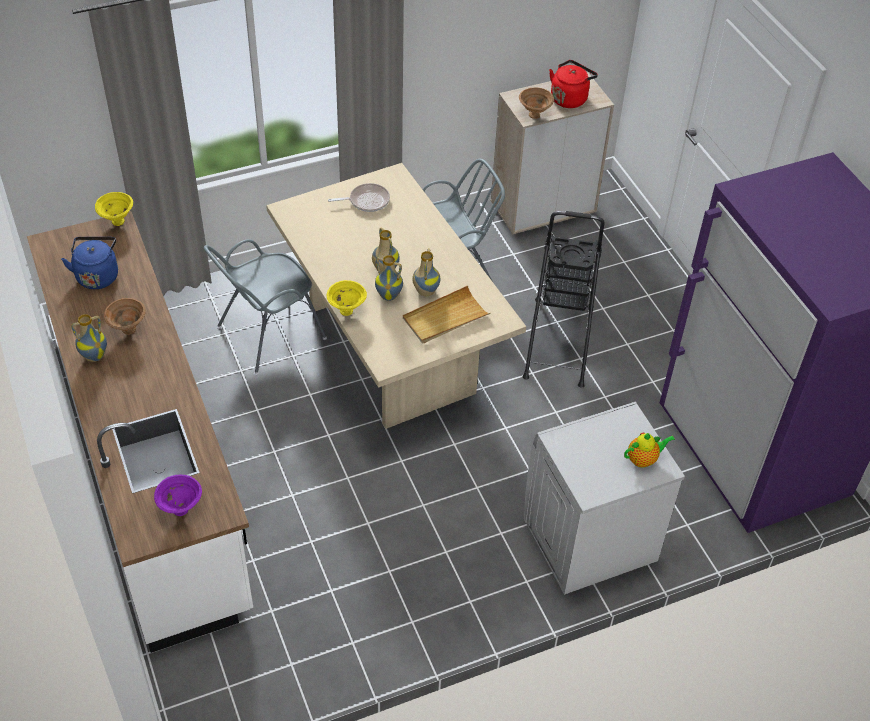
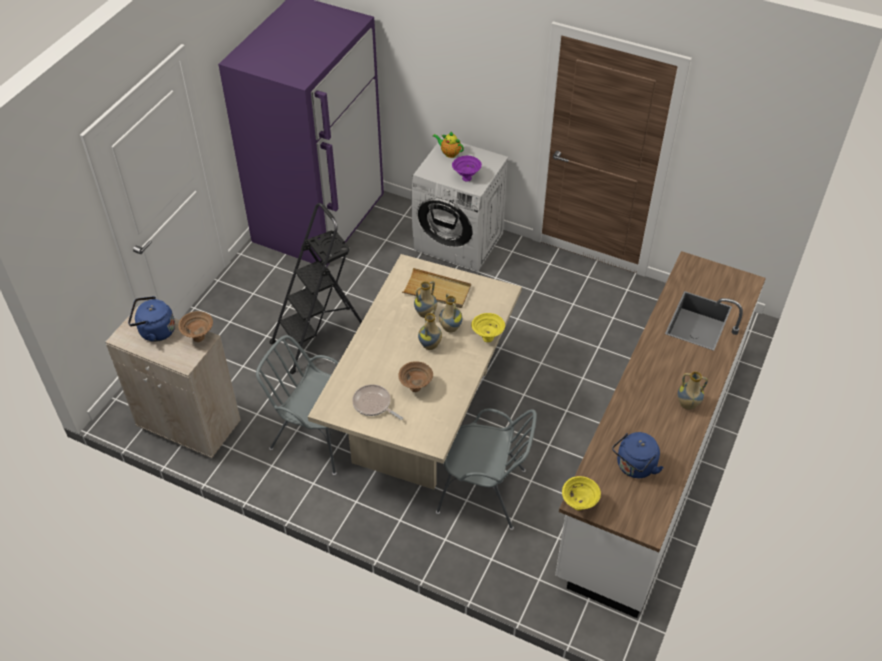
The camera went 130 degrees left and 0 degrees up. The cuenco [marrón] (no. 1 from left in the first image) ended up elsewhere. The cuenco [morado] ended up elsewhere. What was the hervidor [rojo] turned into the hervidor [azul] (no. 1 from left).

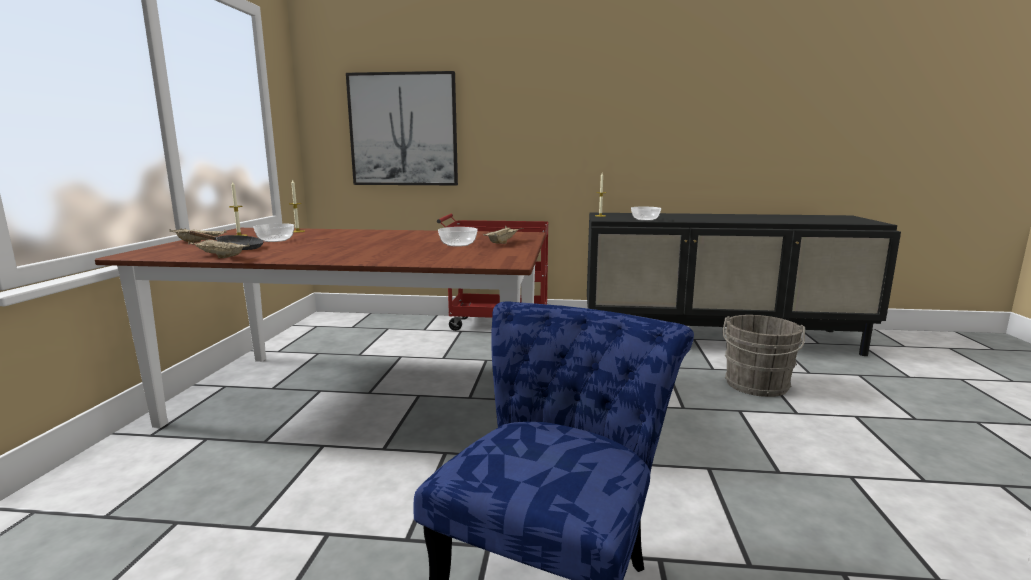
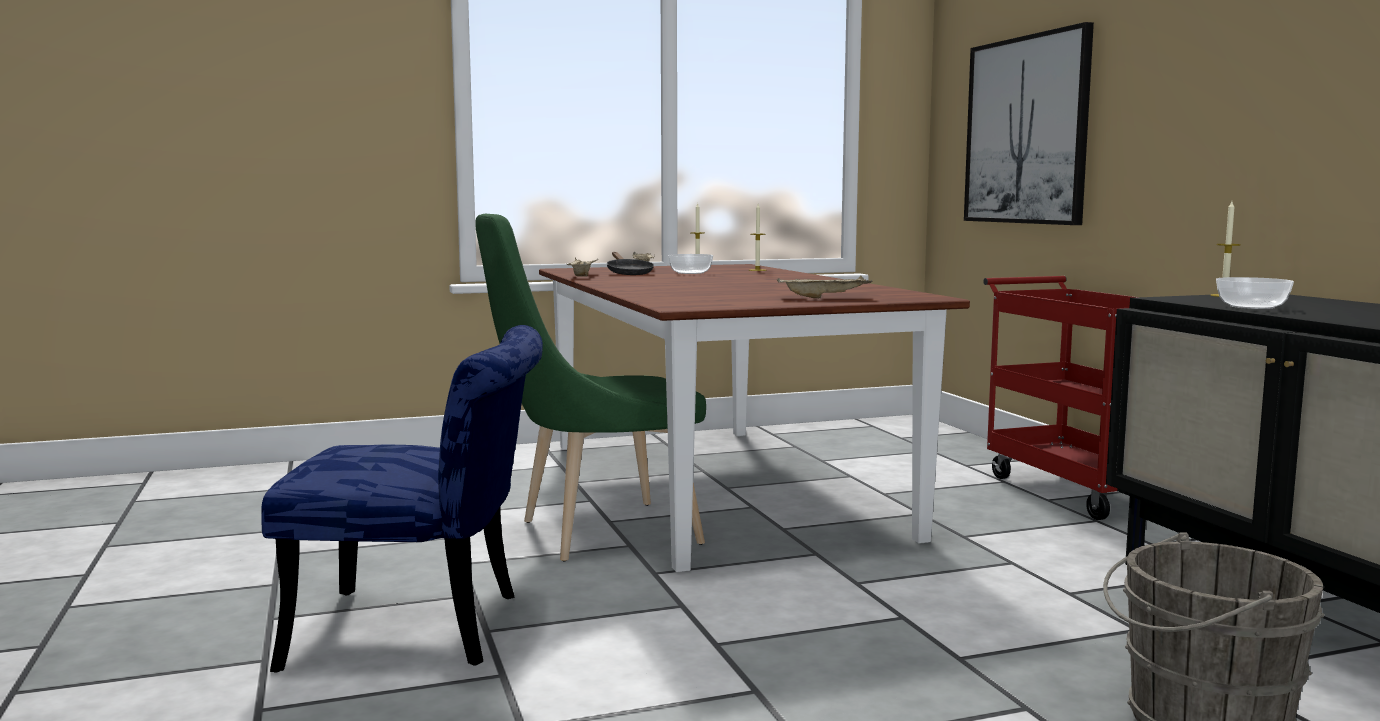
The camera went 65 degrees right and 5 degrees down. The second view lost the cuenco (no. 2 from left). The second view gained the silla [verde].

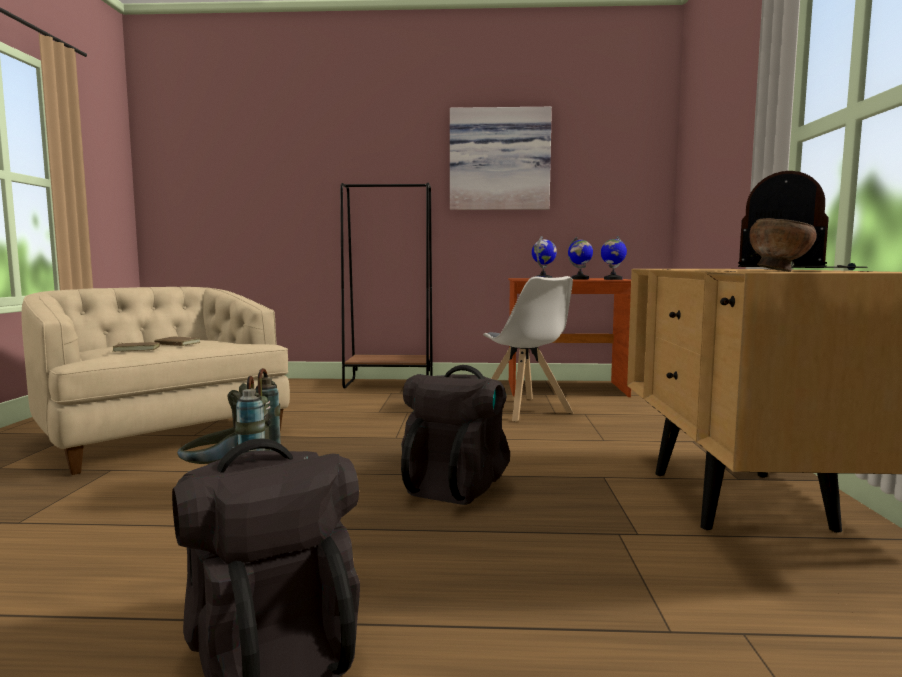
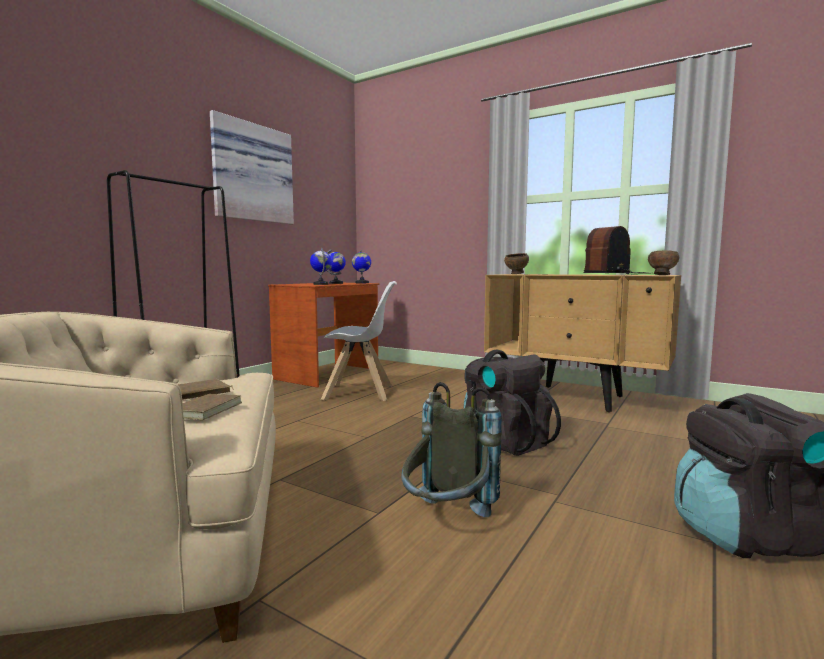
The camera went 60 degrees left and 0 degrees up. The second view gained the cuenco [marrón] (no. 1 from left).

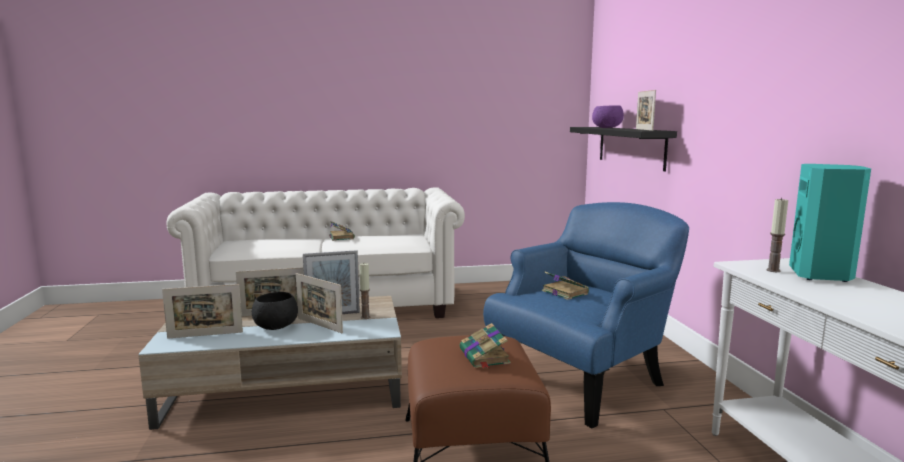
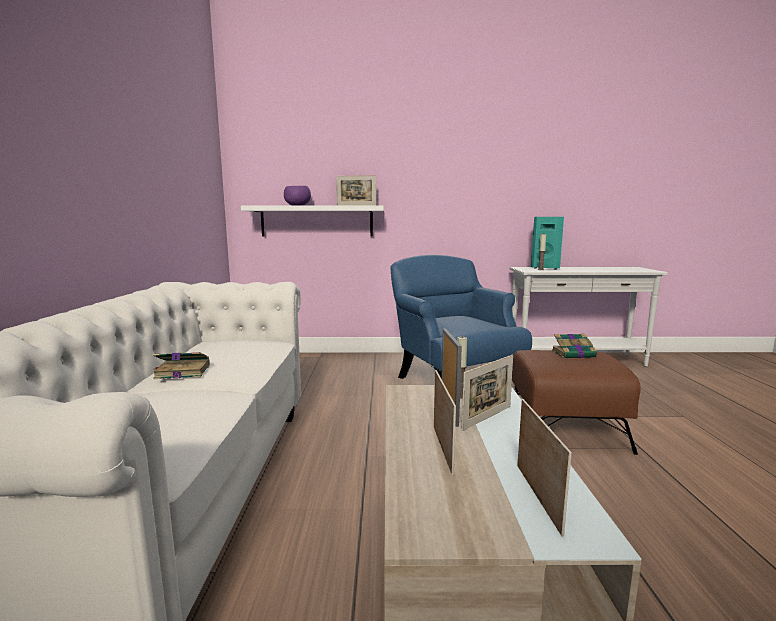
The camera went 80 degrees left and 0 degrees up. The second view lost the cuenco [negro]. The second view lost the libro (no. 3 from left). What was the estante [negro] turned into the estante [blanco].

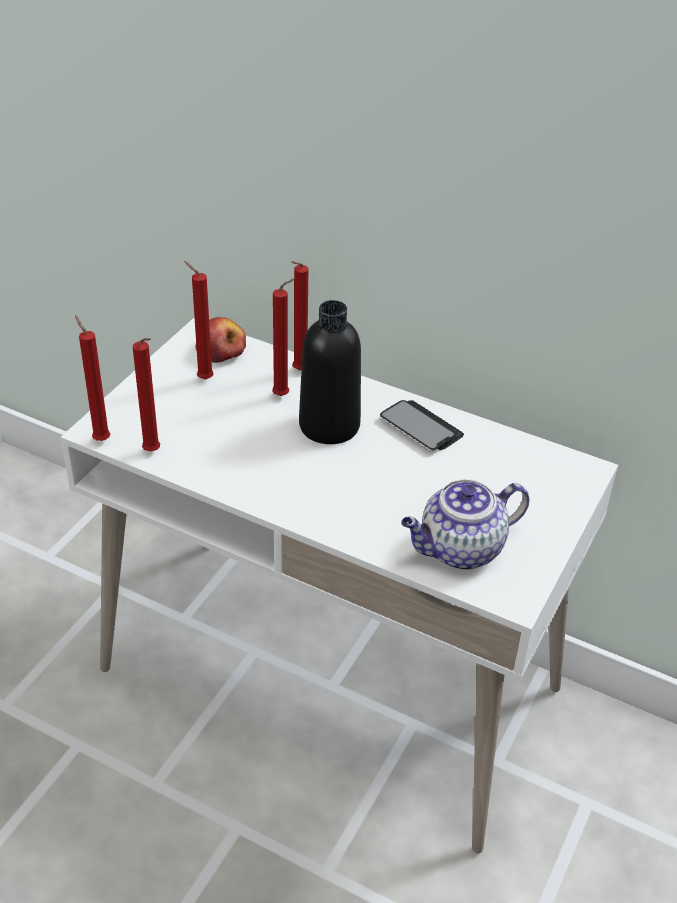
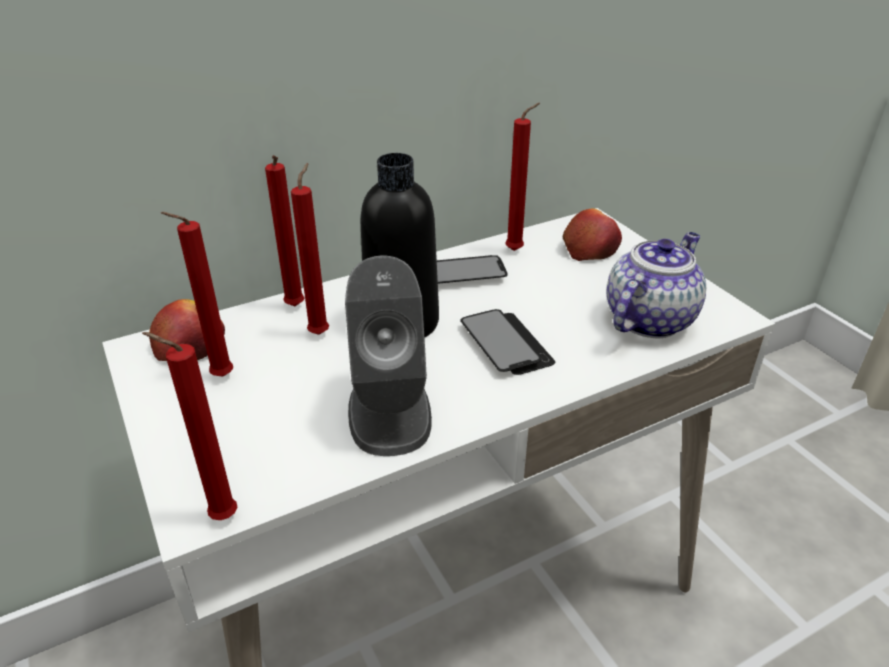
The camera went 55 degrees left and 5 degrees down. The second view gained the altavoz [gris]. The second view gained the móvil (no. 2 from left). The second view gained the manzana (no. 2 from left). The vela [rojo] (no. 2 from left in the first image) ended up elsewhere. The tetera ended up facing another way, 150 degrees counterclockwise from before.

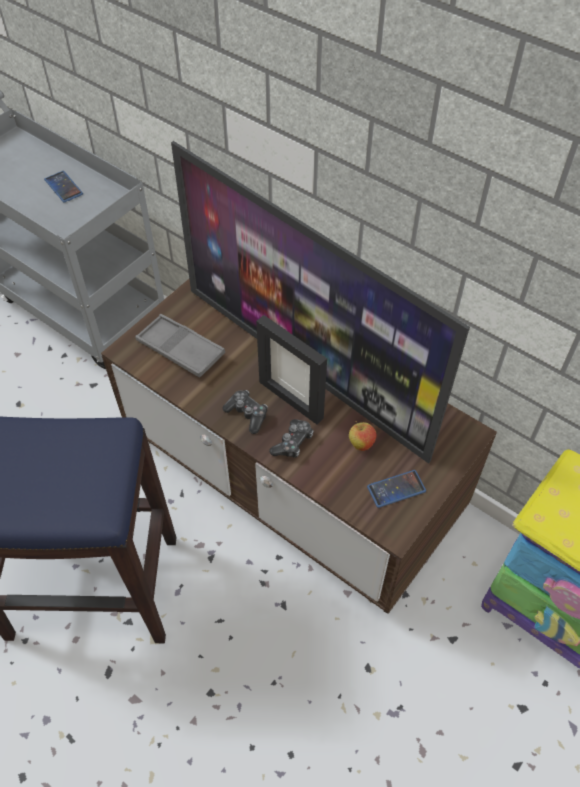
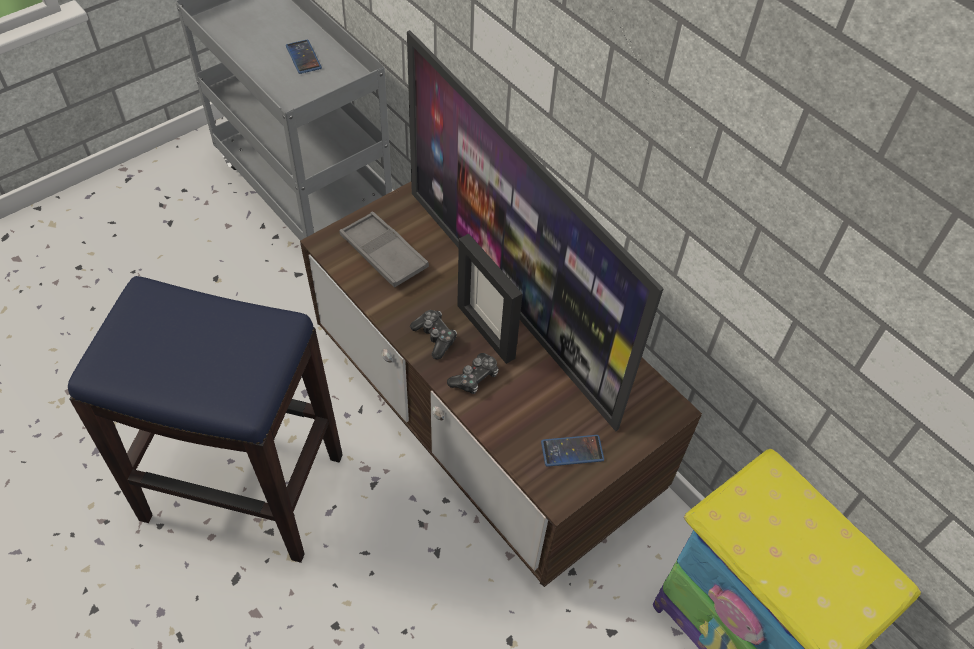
The camera went 10 degrees right and 0 degrees up. The second view lost the manzana.

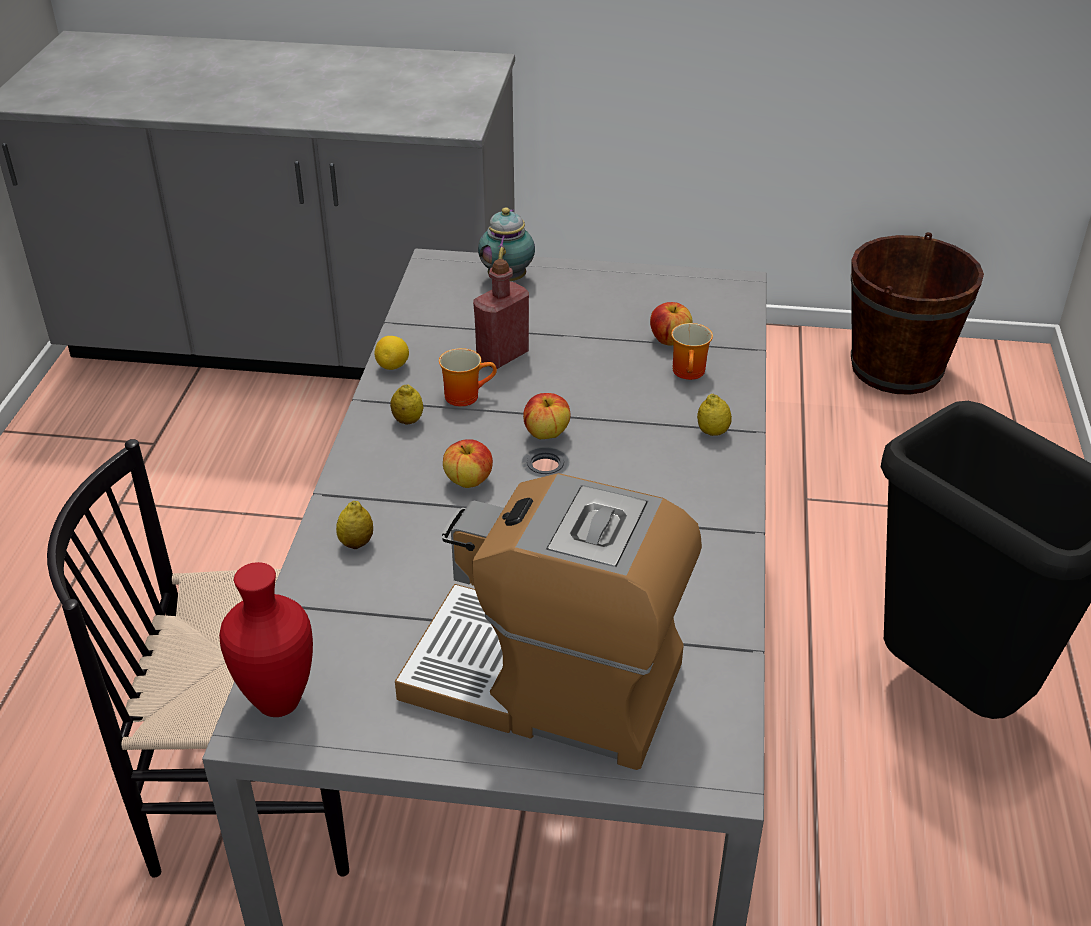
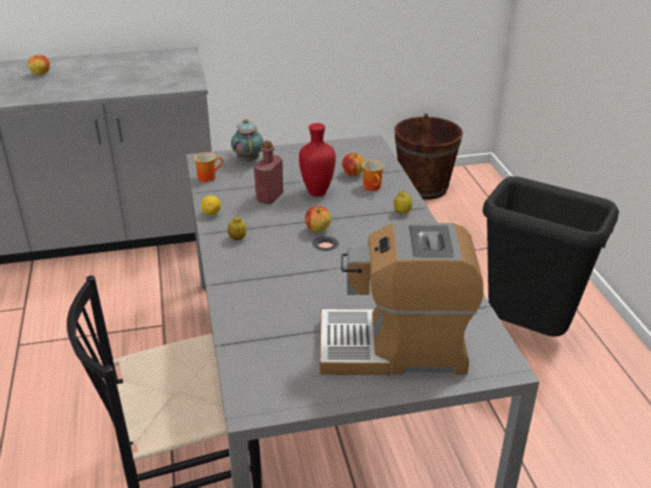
The camera went 20 degrees left and 5 degrees down. The second view lost the limón (no. 1 from left). The florero [rojo] ended up elsewhere. The taza grande (no. 1 from left) ended up elsewhere. The manzana (no. 1 from left) ended up elsewhere.

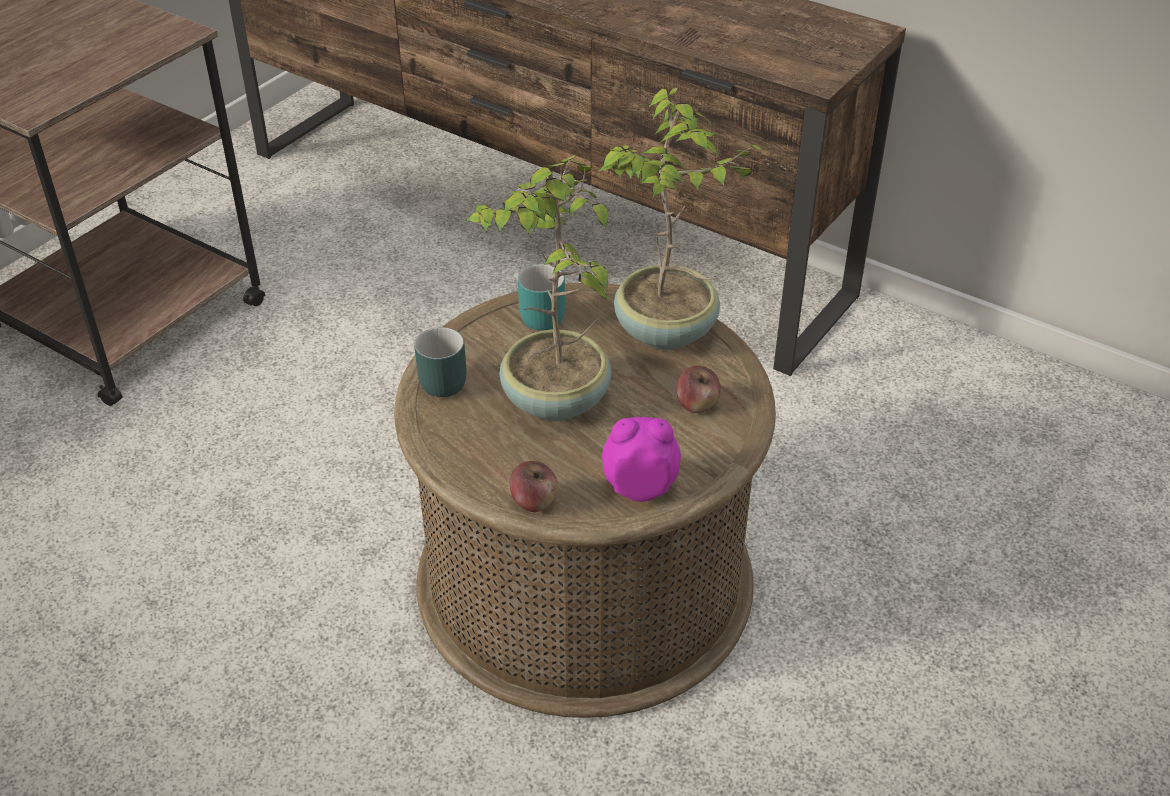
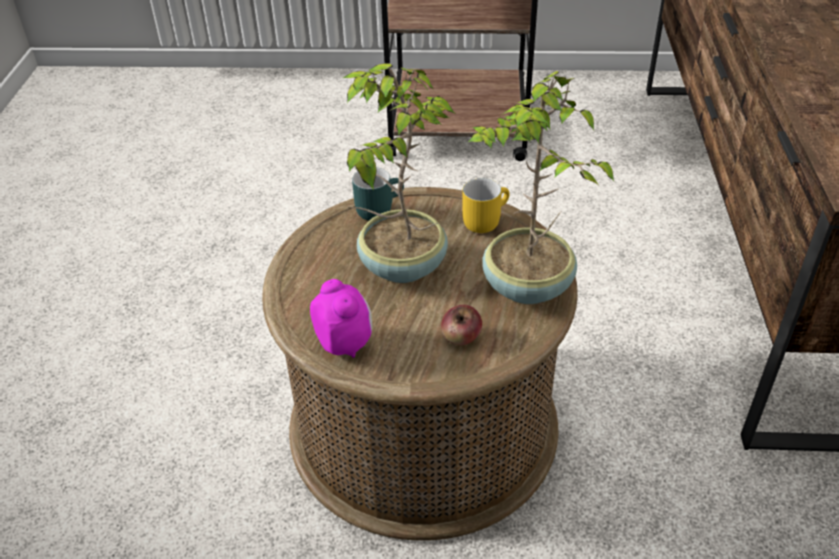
The camera went 60 degrees right and 0 degrees up. The second view lost the manzana (no. 1 from left). What was the taza grande [turquesa] (no. 2 from left) turned into the taza grande [amarillo].

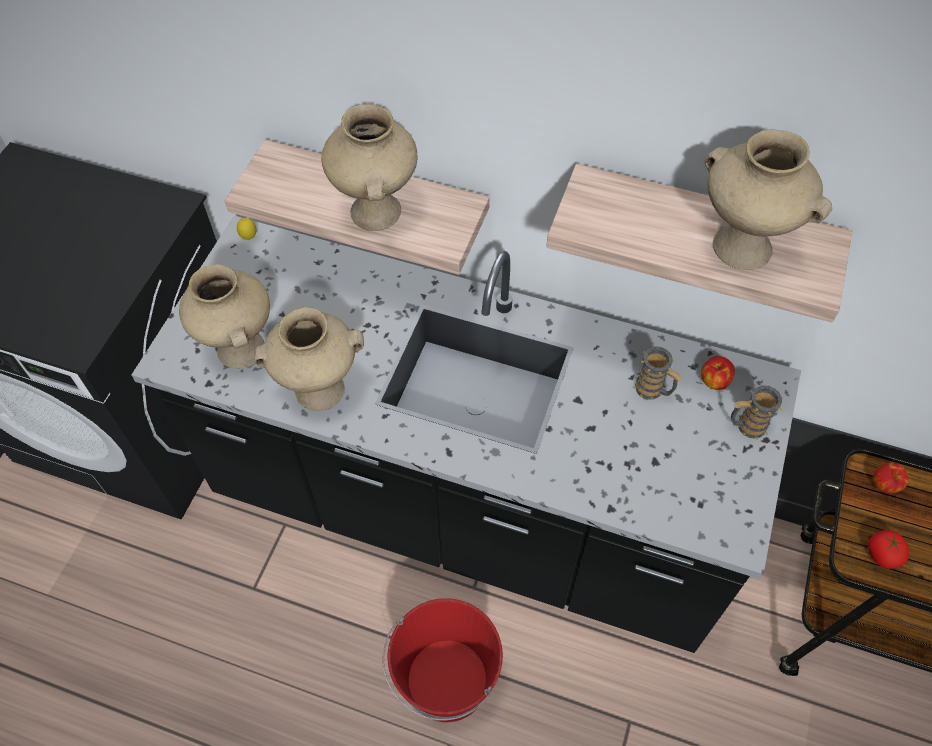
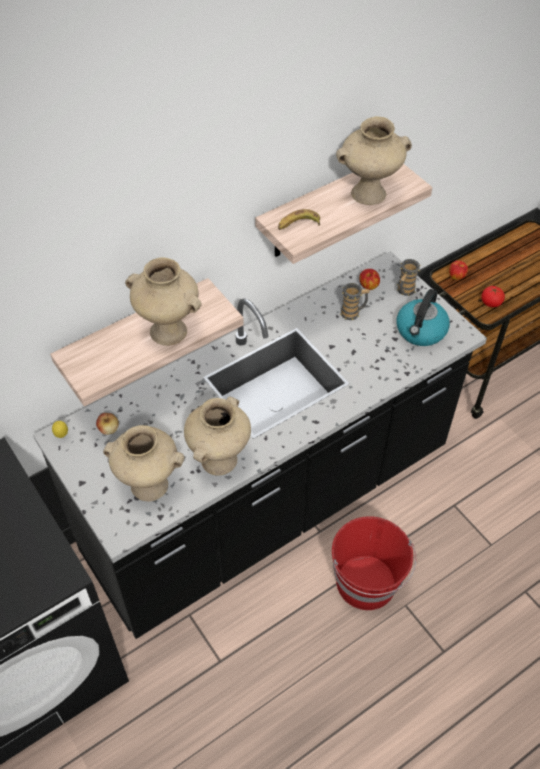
The camera went 55 degrees left and 5 degrees down. The second view gained the manzana (no. 1 from left). The second view gained the plátano. The second view gained the hervidor.

